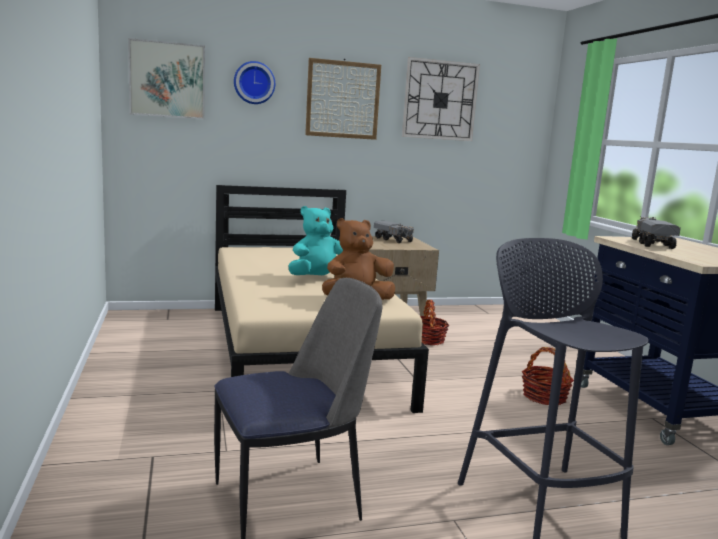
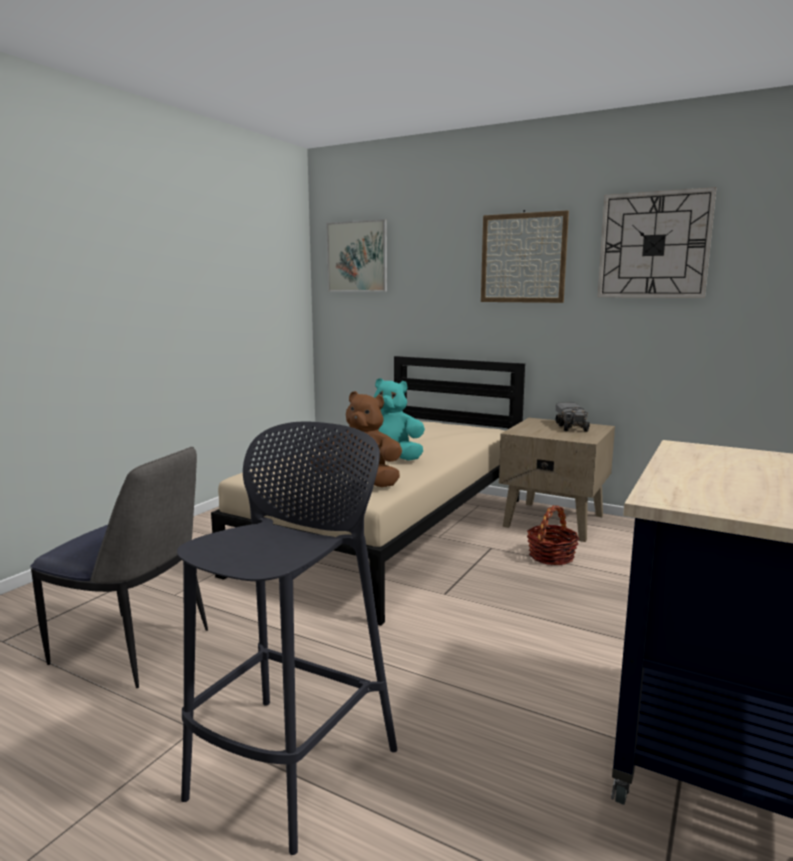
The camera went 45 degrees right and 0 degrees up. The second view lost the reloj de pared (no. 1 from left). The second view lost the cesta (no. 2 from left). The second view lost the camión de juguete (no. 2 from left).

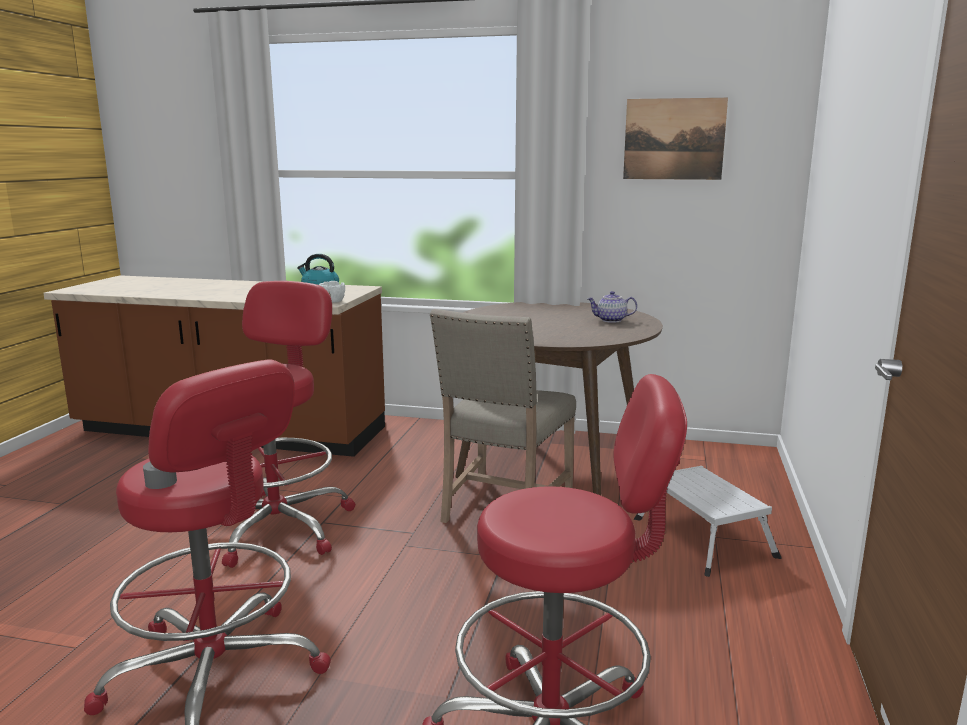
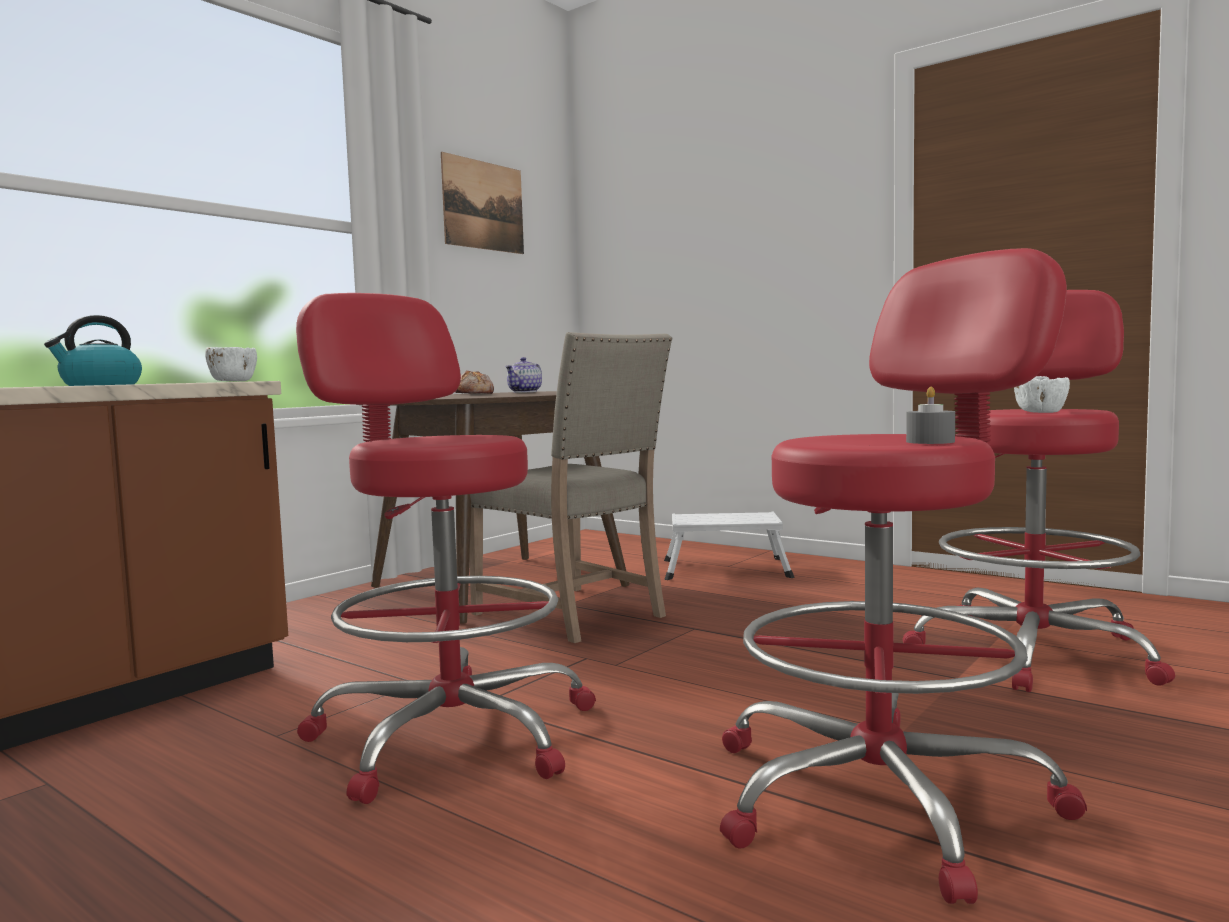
The camera went 65 degrees left and 10 degrees down. The second view gained the pan. The second view gained the cuenco [blanco] (no. 2 from left).

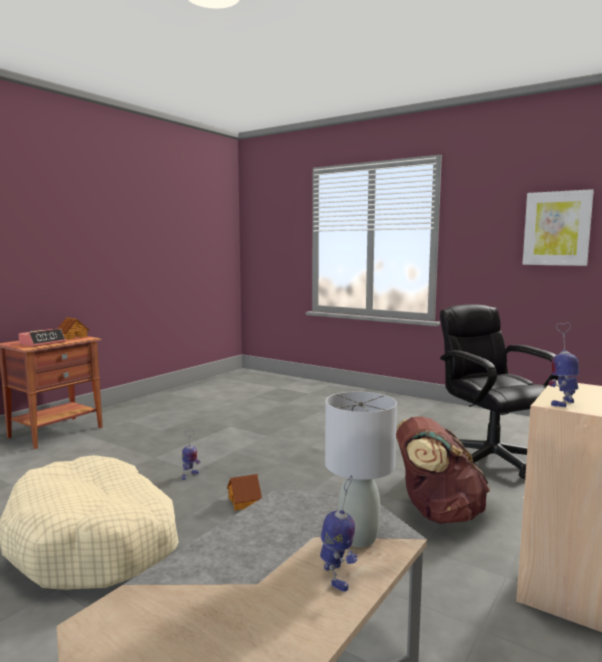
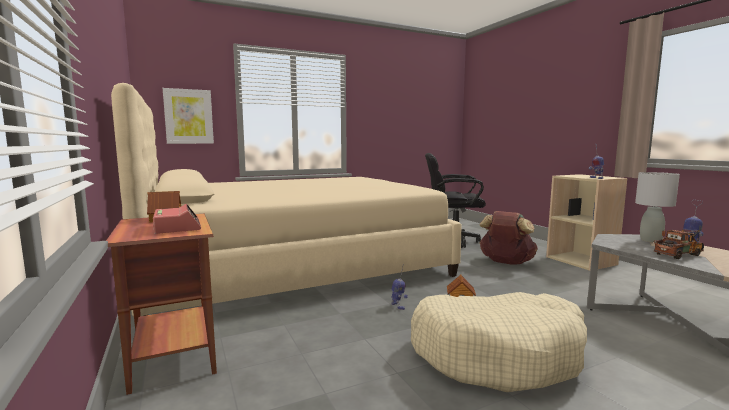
The camera went 60 degrees left and 0 degrees up. The second view gained the cama [beis]. The second view gained the camión de juguete. The cuadro ended up elsewhere.

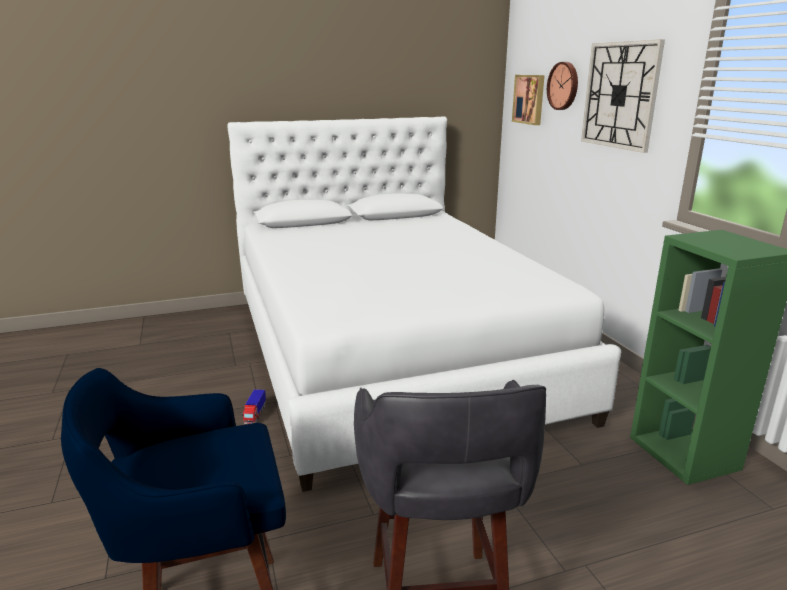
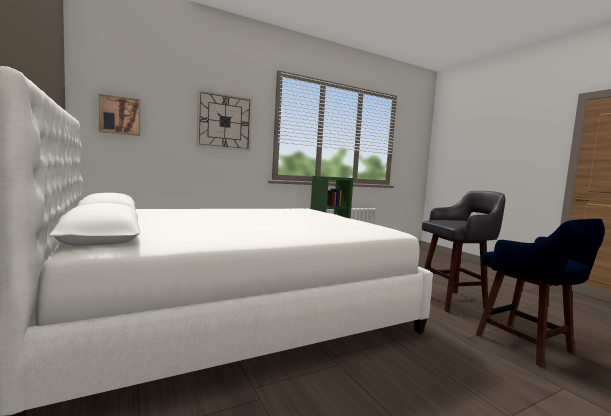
The camera went 100 degrees left and 15 degrees down. The second view lost the camión de juguete. The second view lost the reloj de pared (no. 1 from left).

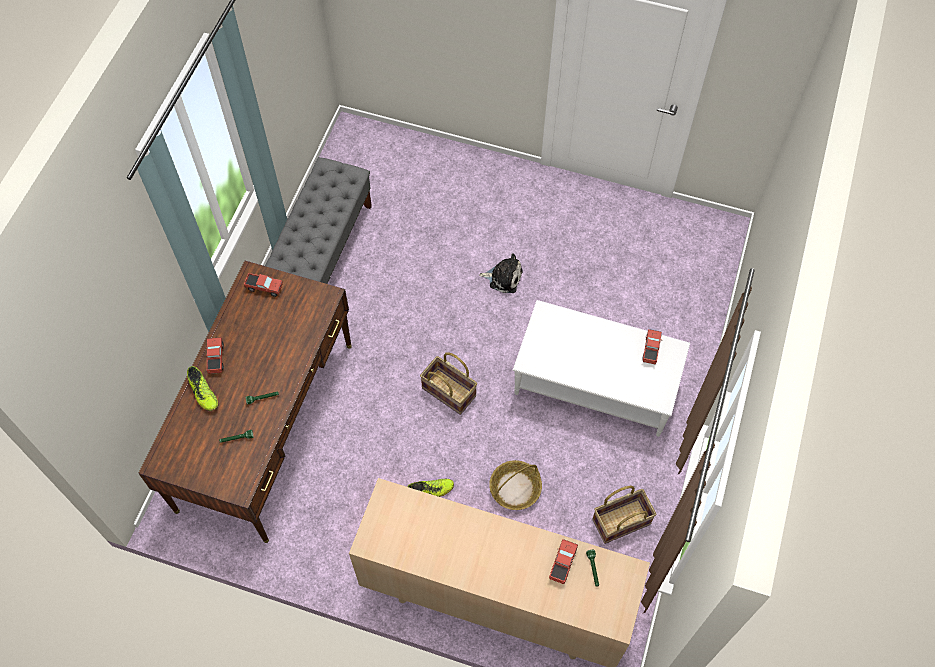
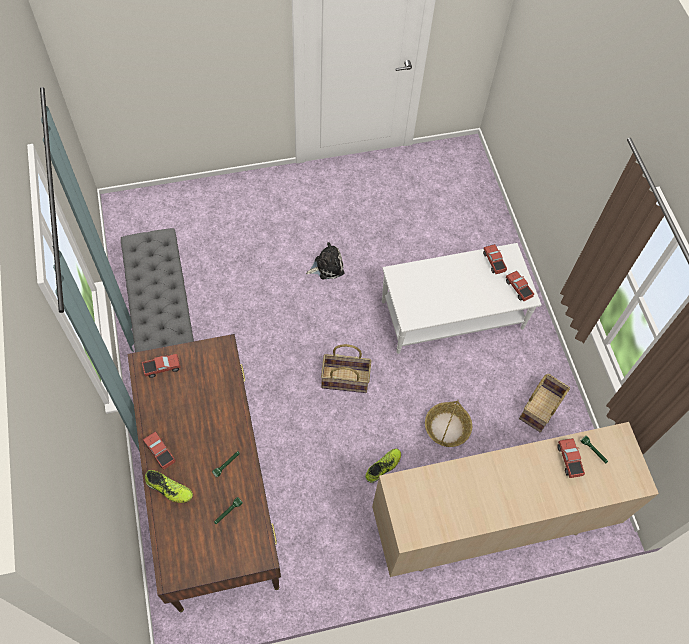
The camera went 35 degrees left and 0 degrees up. The second view gained the camión de juguete (no. 4 from left).

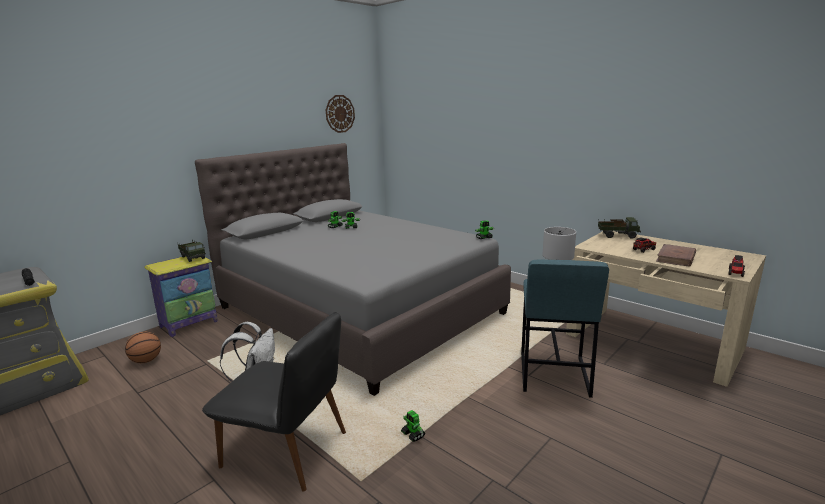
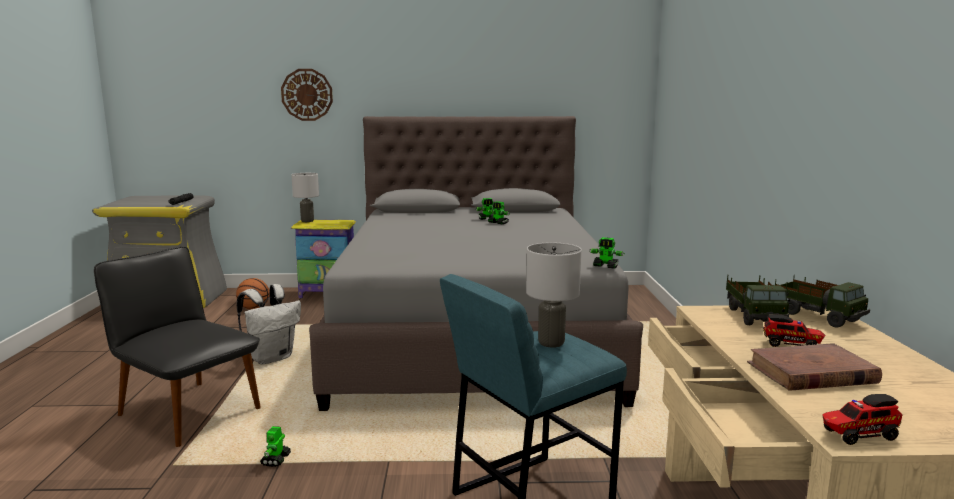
The camera went 45 degrees right and 5 degrees down. The second view gained the lámpara de mesa [blanco] (no. 1 from left). The camión de juguete (no. 1 from left) ended up elsewhere. The reloj de pared ended up elsewhere. The silla [negro] ended up facing another way, 150 degrees clockwise from before.

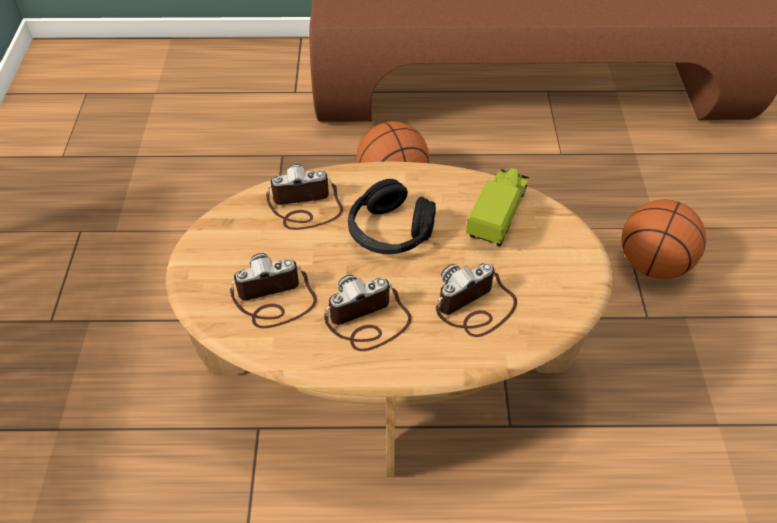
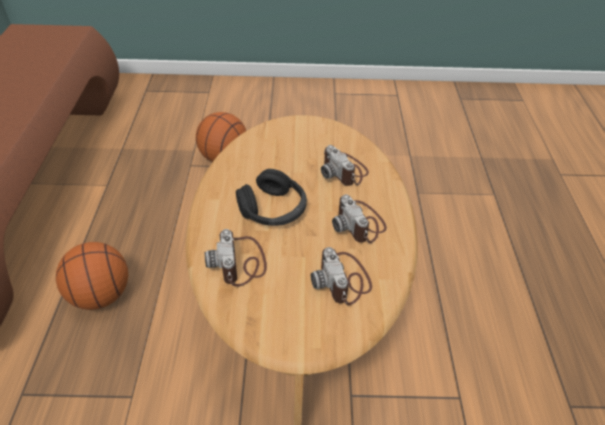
The camera went 90 degrees left and 5 degrees down. The second view lost the camión de juguete.

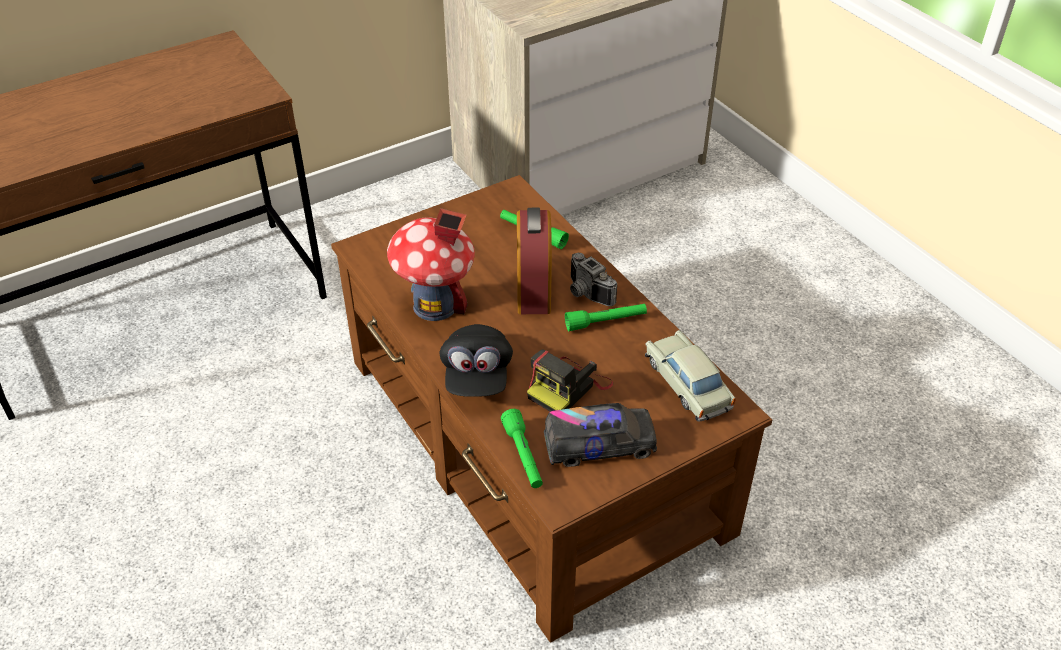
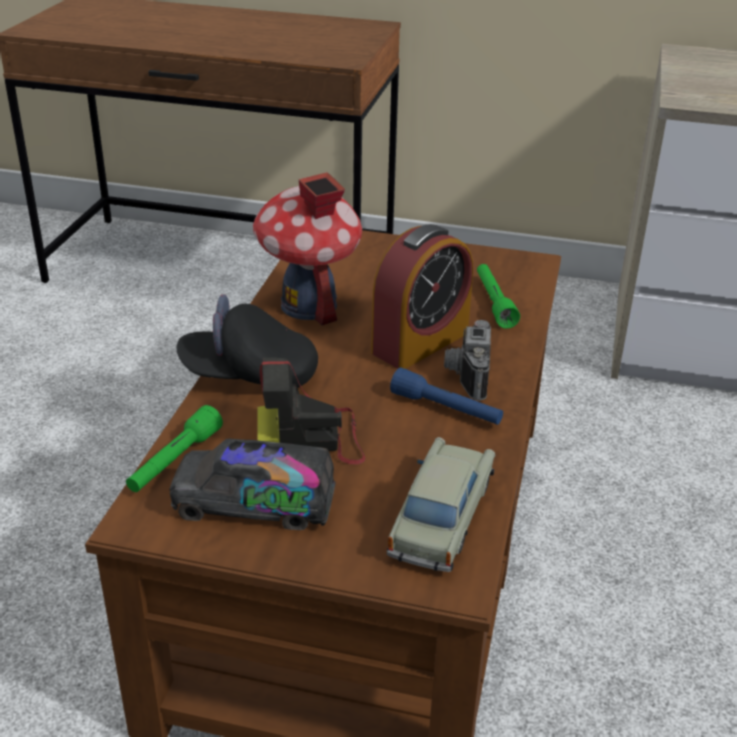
The camera went 45 degrees right and 10 degrees down. What was the linterna [verde] (no. 3 from left) turned into the linterna [azul]. The gorra [negro] ended up facing another way, 45 degrees clockwise from before. The camión de juguete ended up facing another way, 150 degrees clockwise from before.

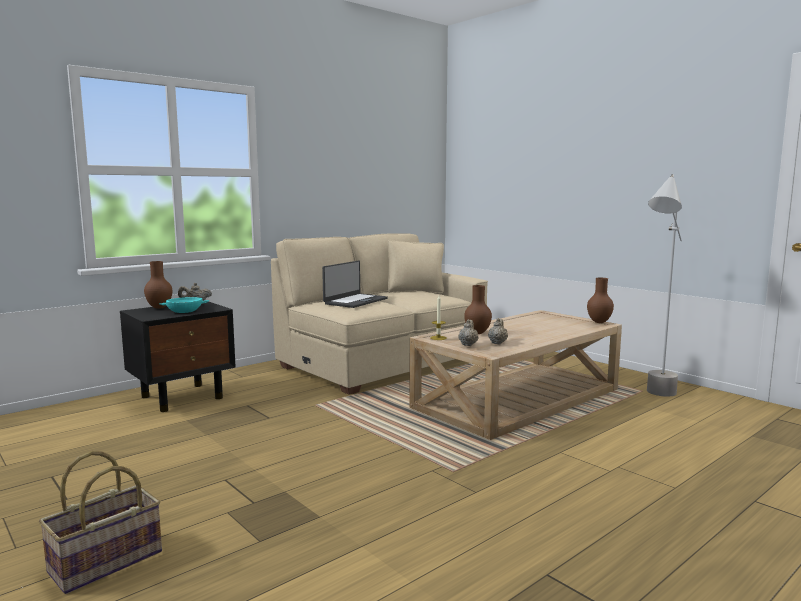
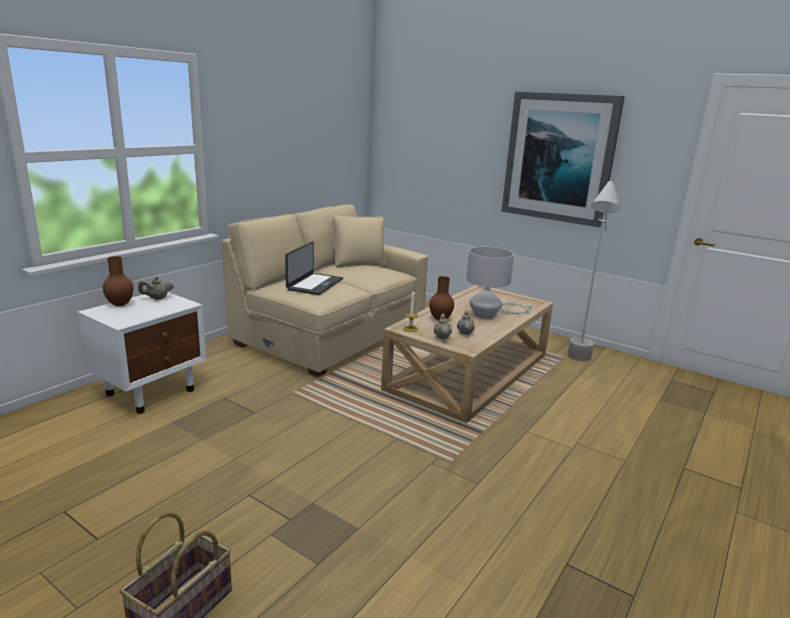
The camera went 15 degrees left and 10 degrees up. The second view lost the cuenco [turquesa]. The second view lost the florero [marrón] (no. 3 from left). The second view gained the lámpara de mesa [gris]. The second view gained the cuadro. What was the mesita de noche [negro] turned into the mesita de noche [blanco].

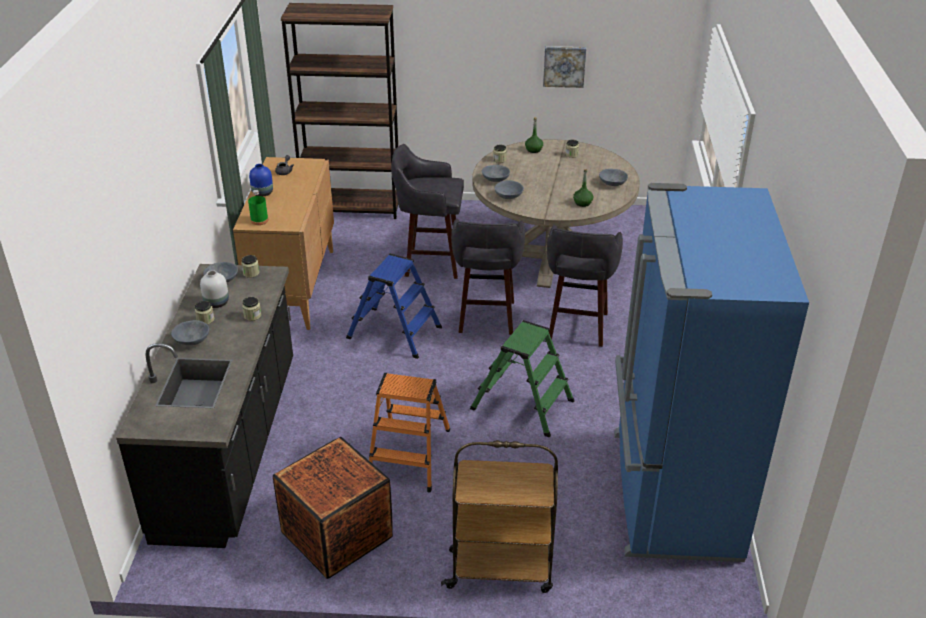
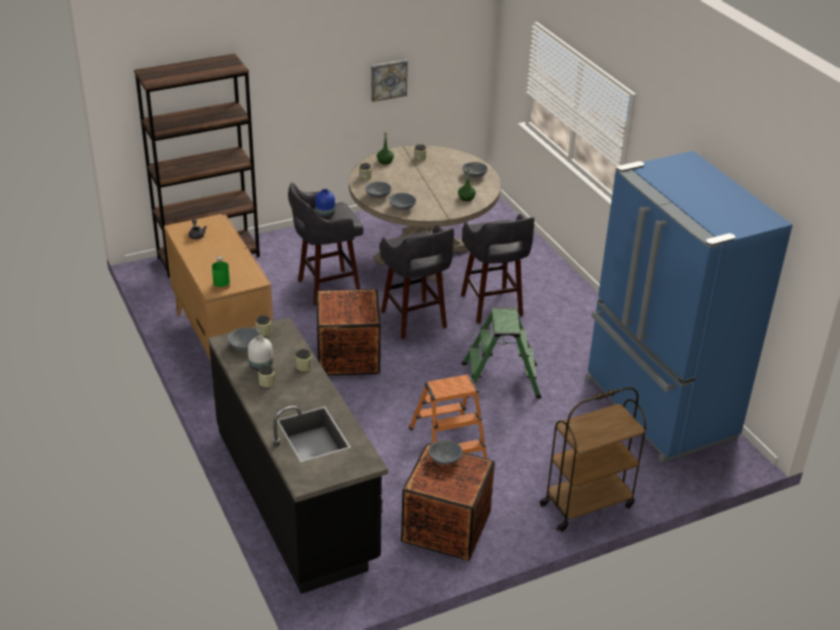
The camera went 30 degrees left and 0 degrees up. The cuenco [gris] (no. 1 from left in the first image) ended up elsewhere. The florero [azul] ended up elsewhere. Where the escalera de tijera [azul] stood, the caja de embalaje (no. 1 from left) came to stand.

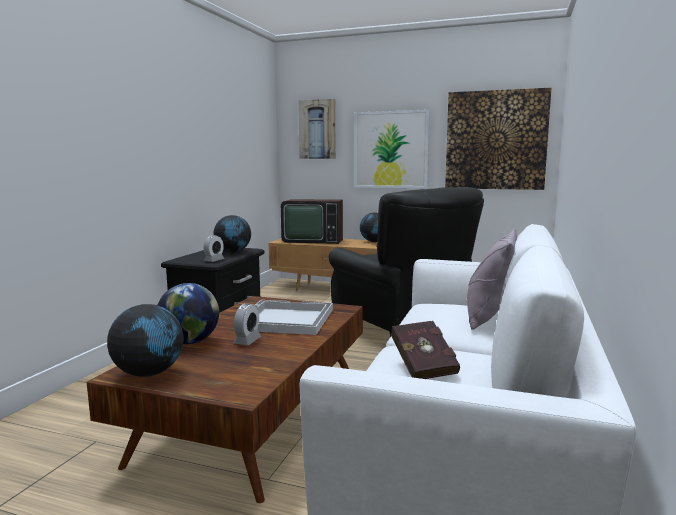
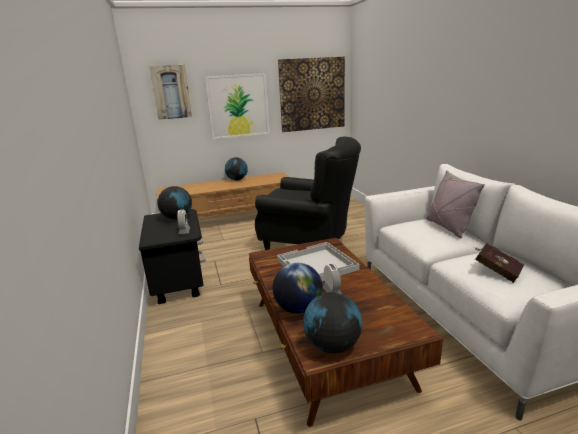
The camera went 35 degrees left and 10 degrees up. The second view lost the televisor.

